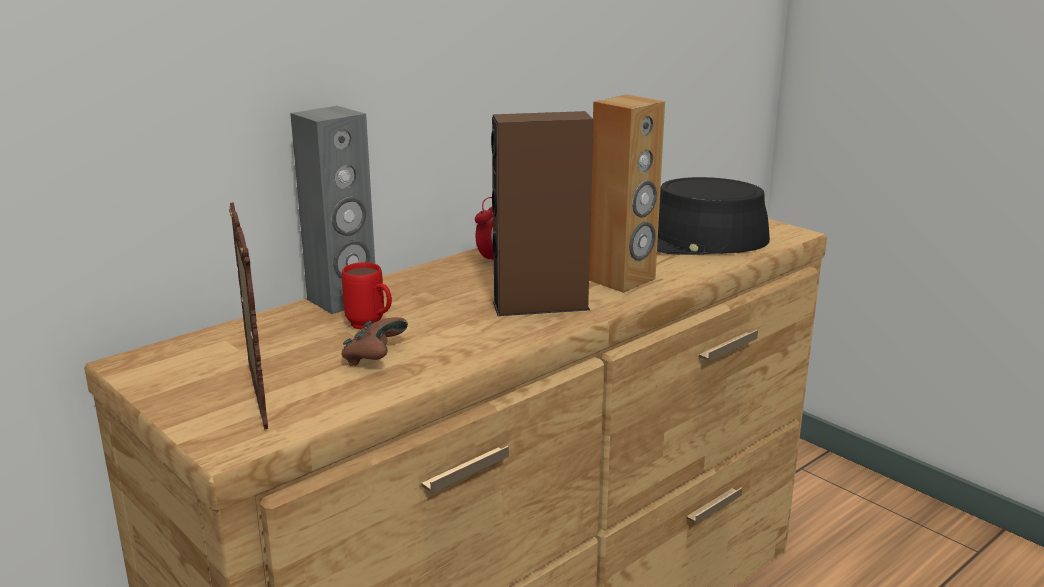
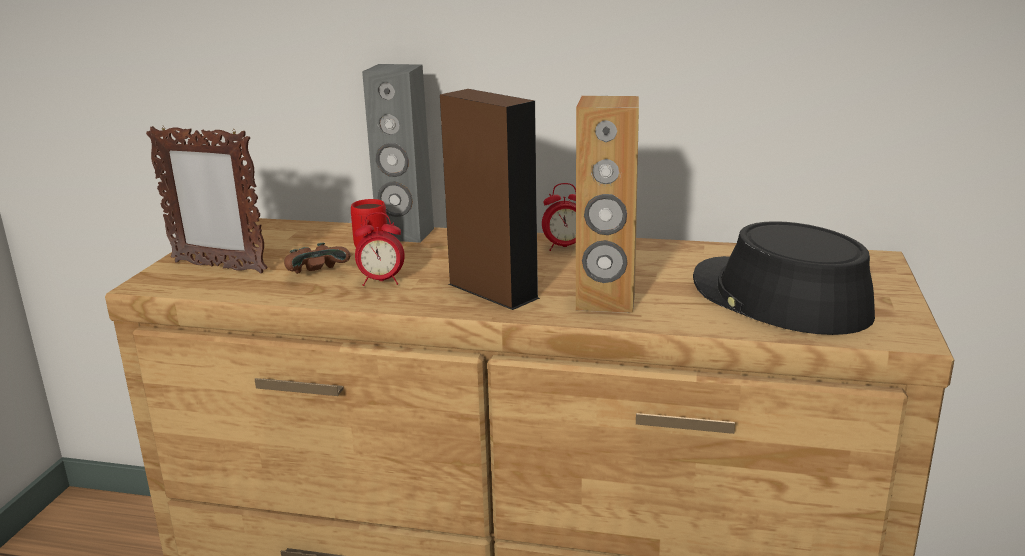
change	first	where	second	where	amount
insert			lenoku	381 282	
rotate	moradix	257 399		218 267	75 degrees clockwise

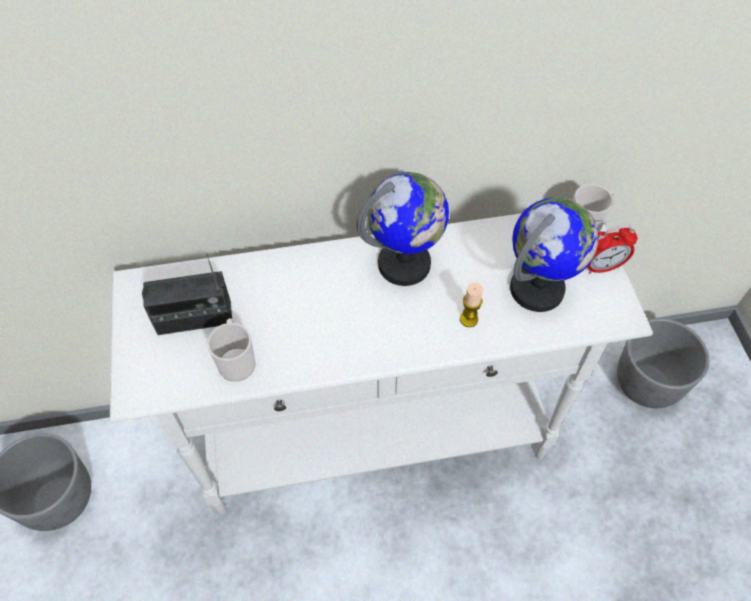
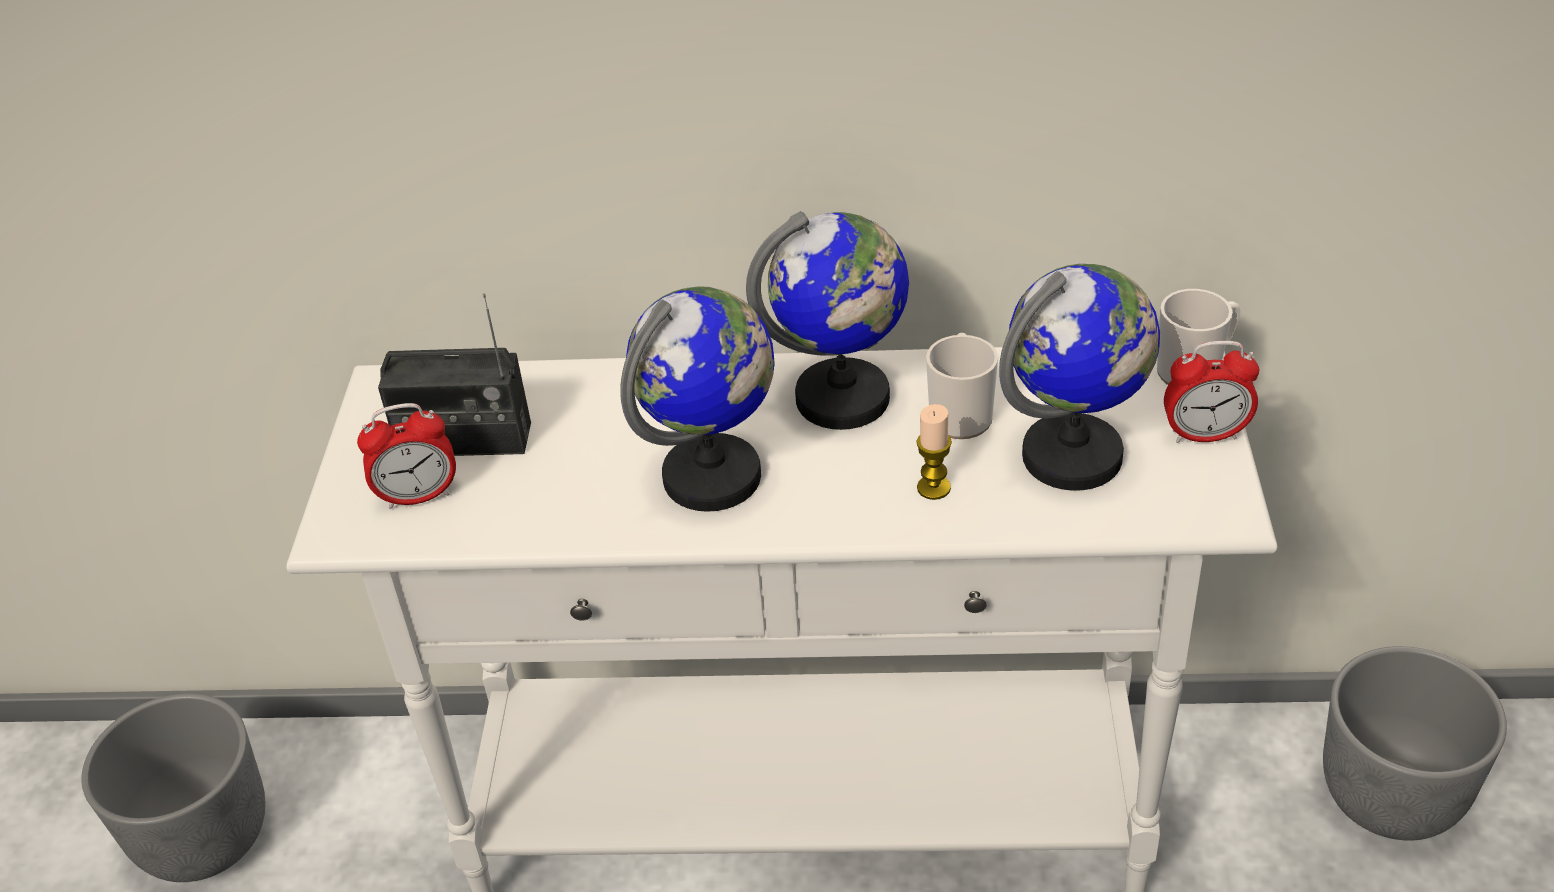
change	first	where	second	where	amount
insert			lenoku	418 496	
insert			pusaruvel	713 477	
move	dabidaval	236 361		960 413	

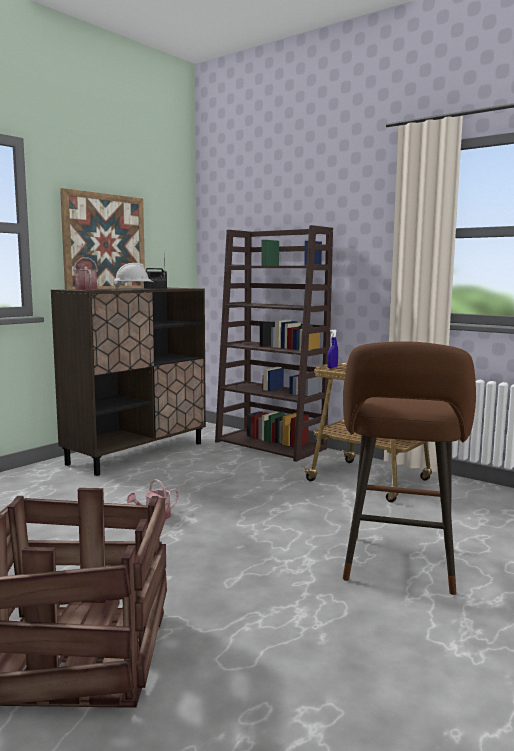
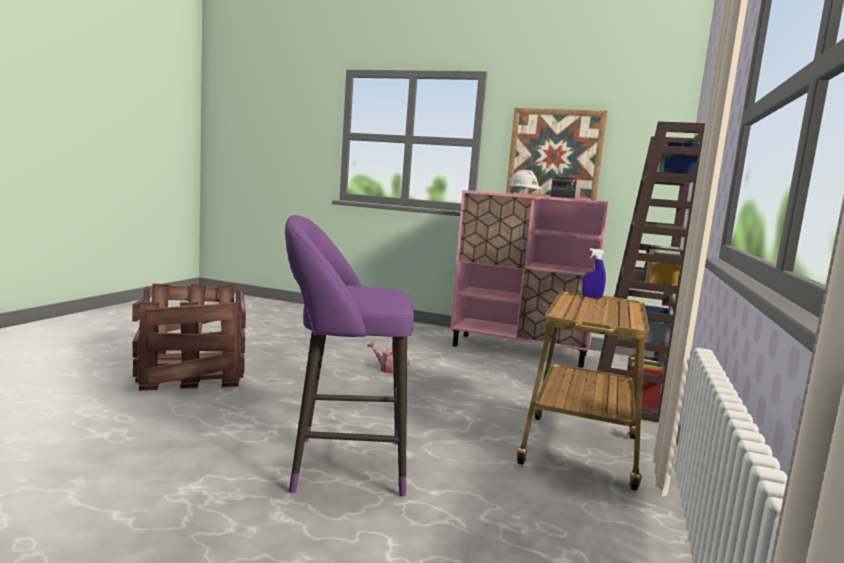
change	first	where	second	where	amount
delete	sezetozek	85 289			
recolor	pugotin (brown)	137 453	pugotin (pink)	520 350	
recolor	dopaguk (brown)	399 567	dopaguk (purple)	341 465	

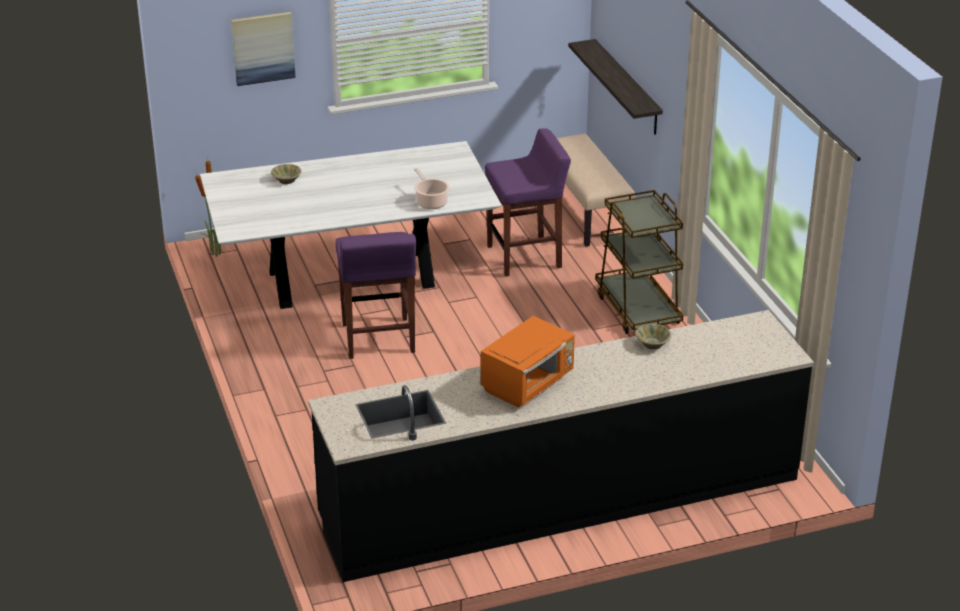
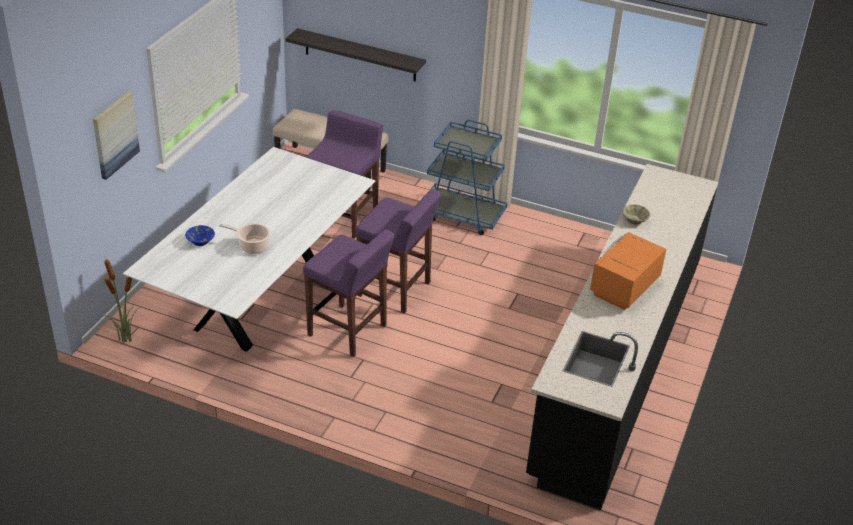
change	first	where	second	where	amount
insert			dopaguk (purple)	395 290	
move	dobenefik	430 202		252 246	
recolor	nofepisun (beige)	286 180	nofepisun (blue)	200 242	
recolor	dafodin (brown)	637 309	dafodin (blue)	462 215	
rotate	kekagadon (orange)	528 383		623 288	135 degrees counterclockwise

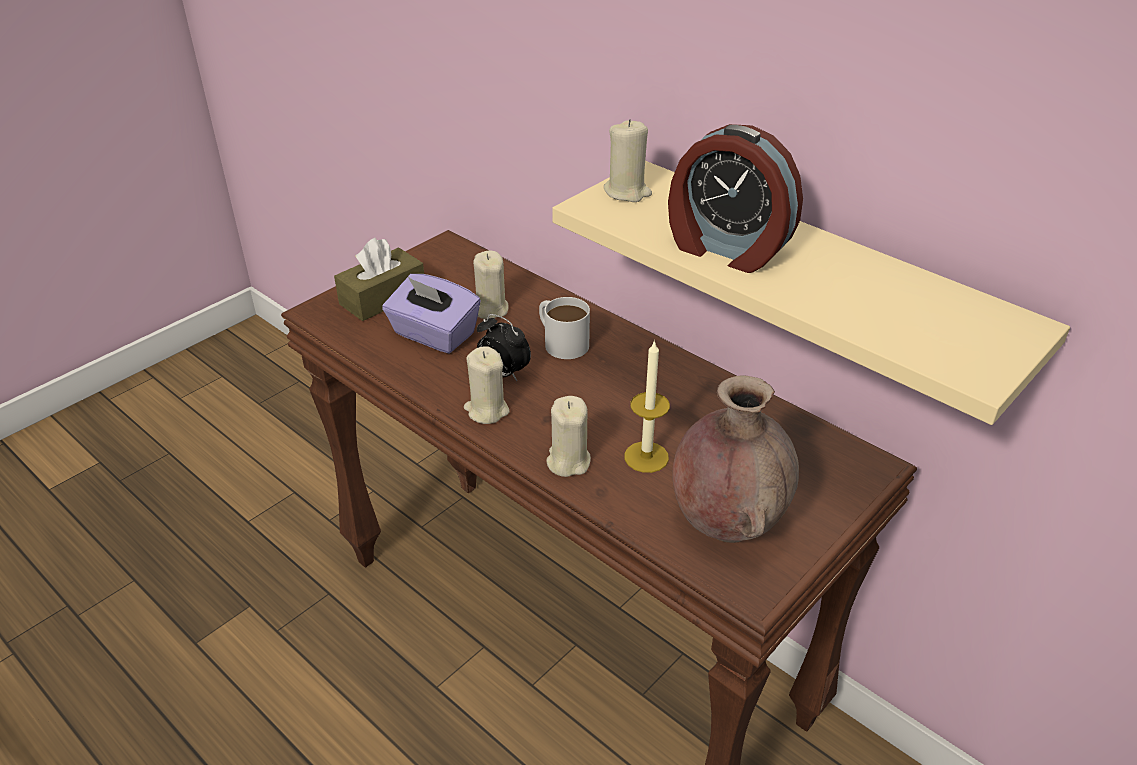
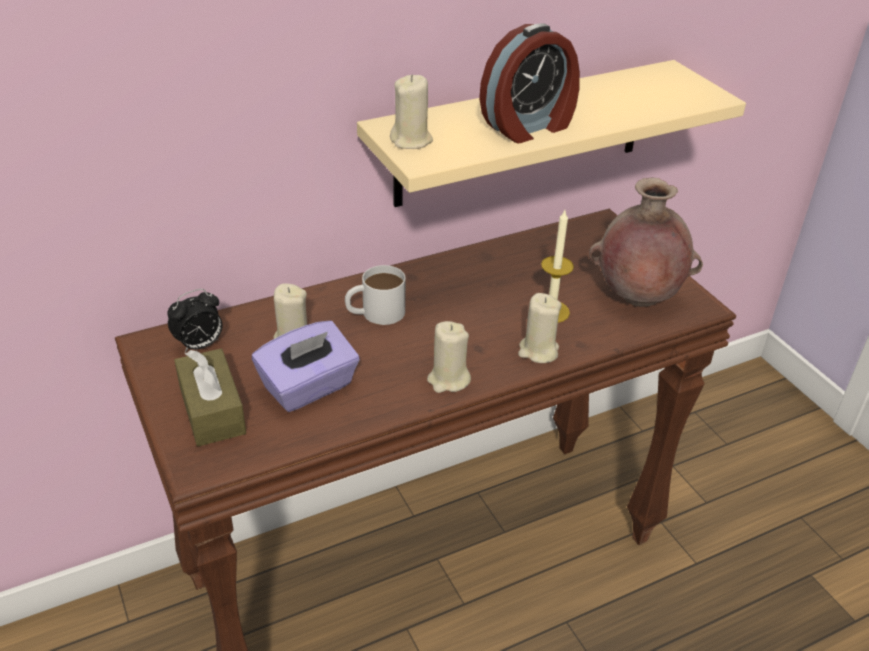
change	first	where	second	where	amount
move	lenoku	503 373		200 345	

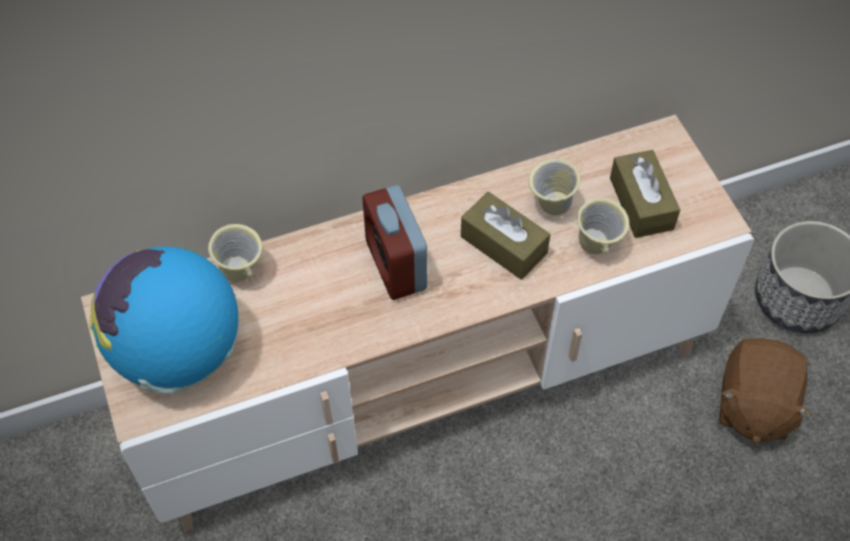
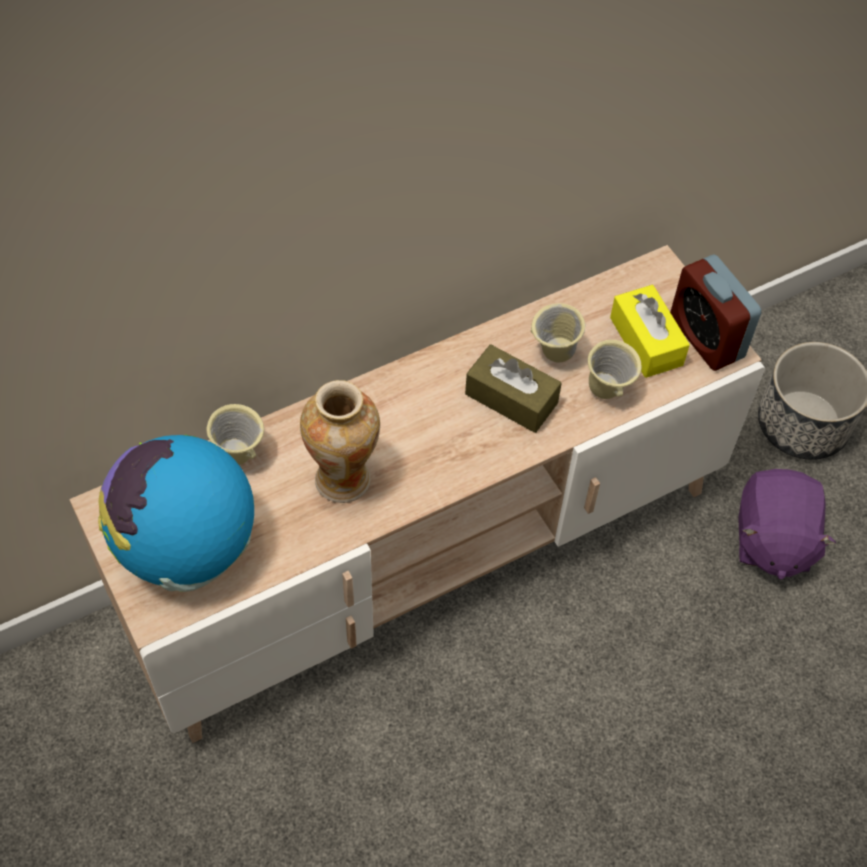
change	first	where	second	where	amount
insert			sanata	344 478	
move	lenoku	396 265		706 338	
recolor	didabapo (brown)	641 203	didabapo (yellow)	646 341	
recolor	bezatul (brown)	753 405	bezatul (purple)	772 540	

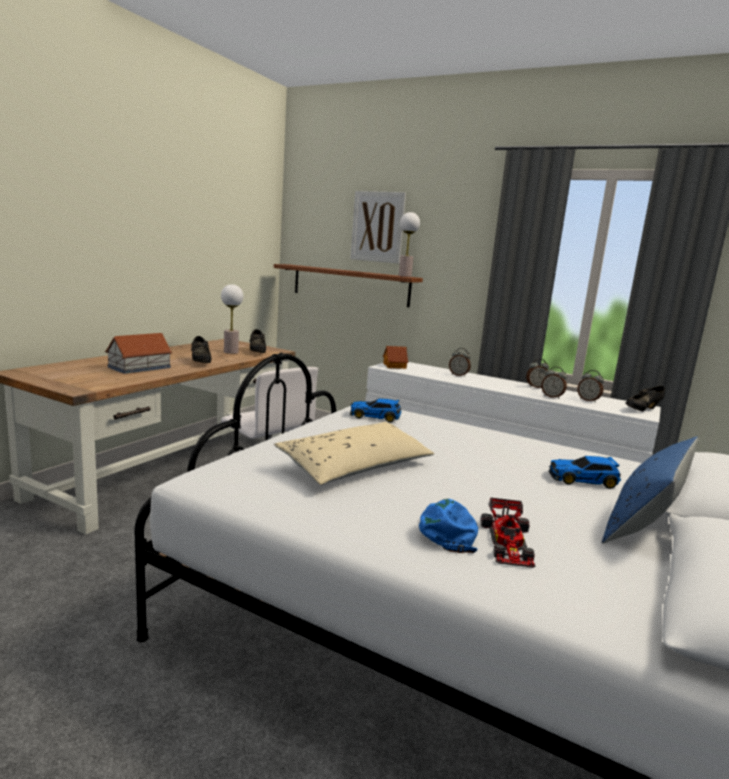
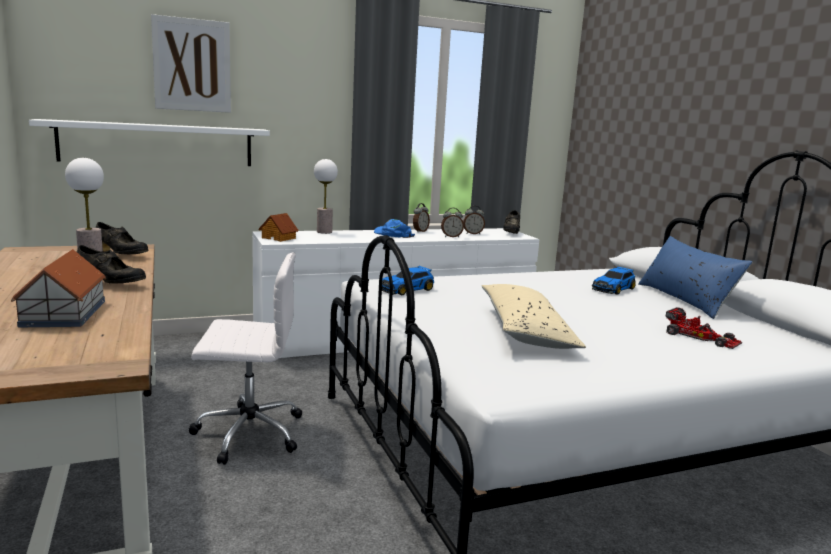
change	first	where	second	where	amount
delete	lenoku	458 375			
move	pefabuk	404 276		324 232	
move	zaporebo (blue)	446 530		393 234	
recolor	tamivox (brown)	350 285	tamivox (white)	158 144	

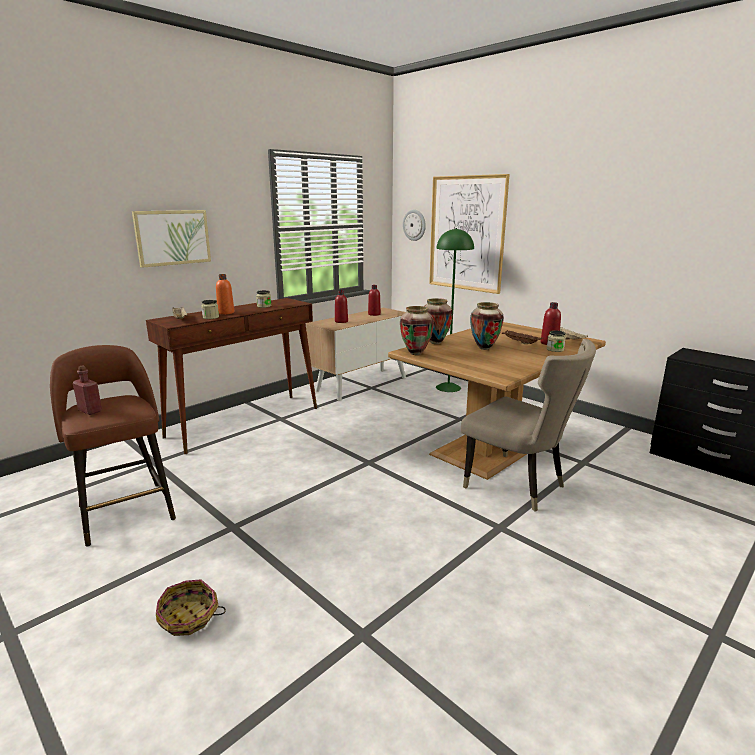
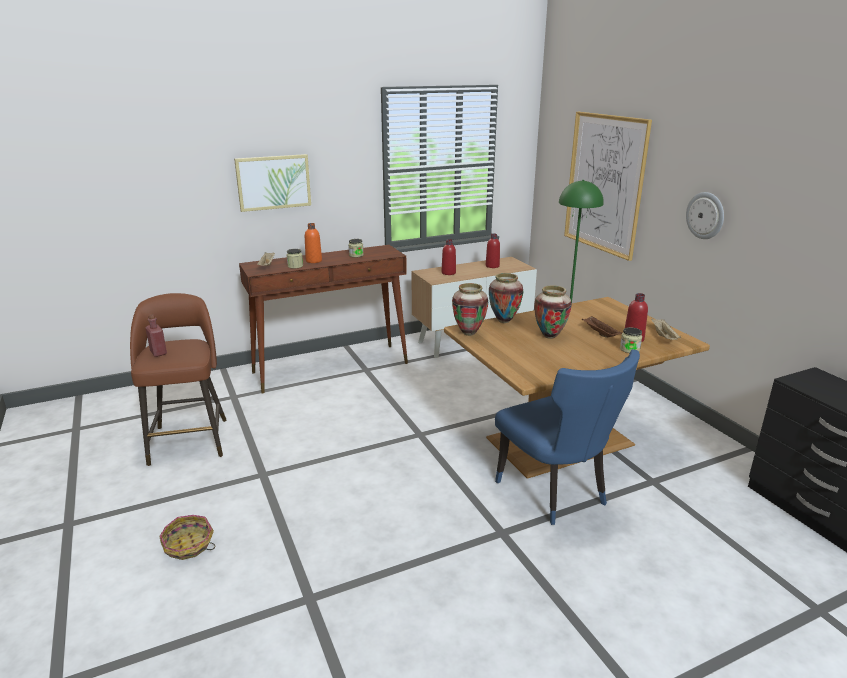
change	first	where	second	where	amount
move	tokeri	414 225		705 215	
recolor	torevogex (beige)	519 486	torevogex (blue)	555 493	

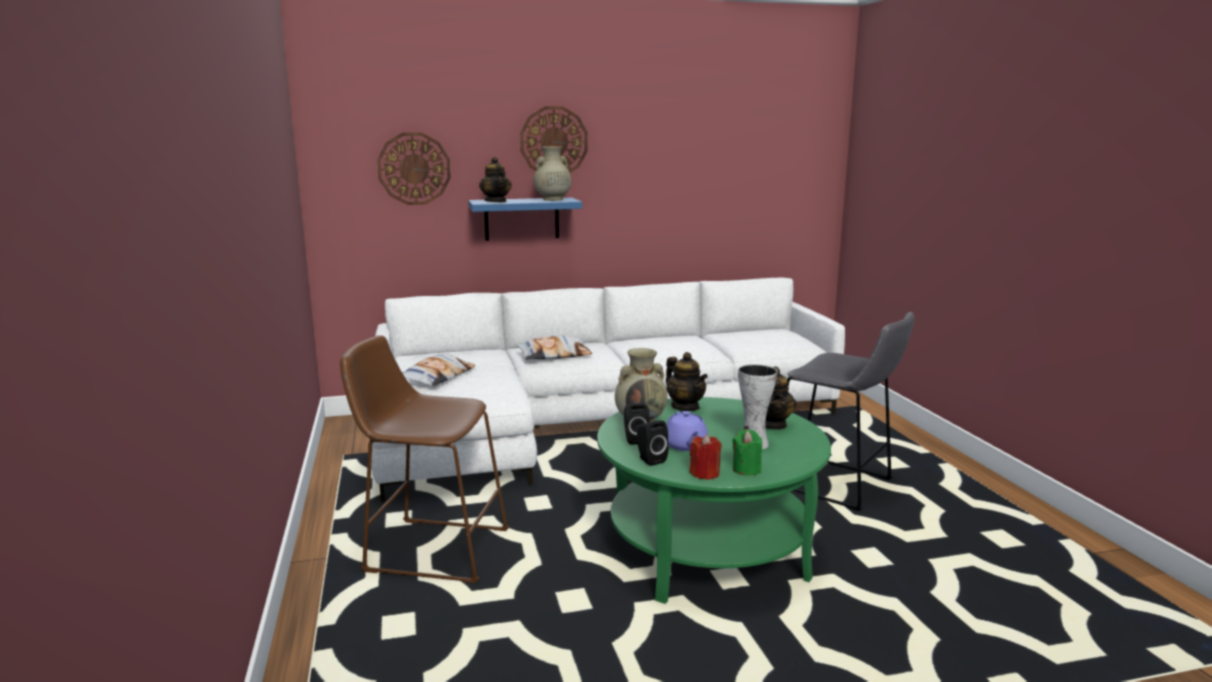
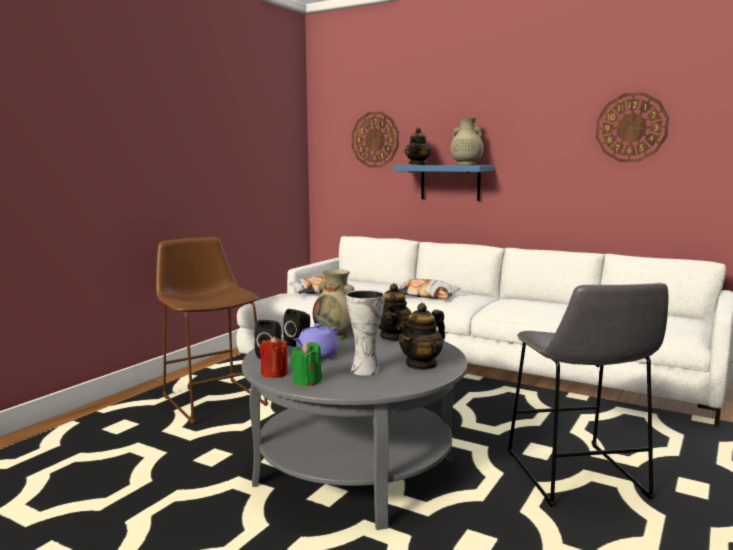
change	first	where	second	where	amount
move	tokeri	554 141		631 127	
recolor	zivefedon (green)	707 550	zivefedon (grey)	356 472	

